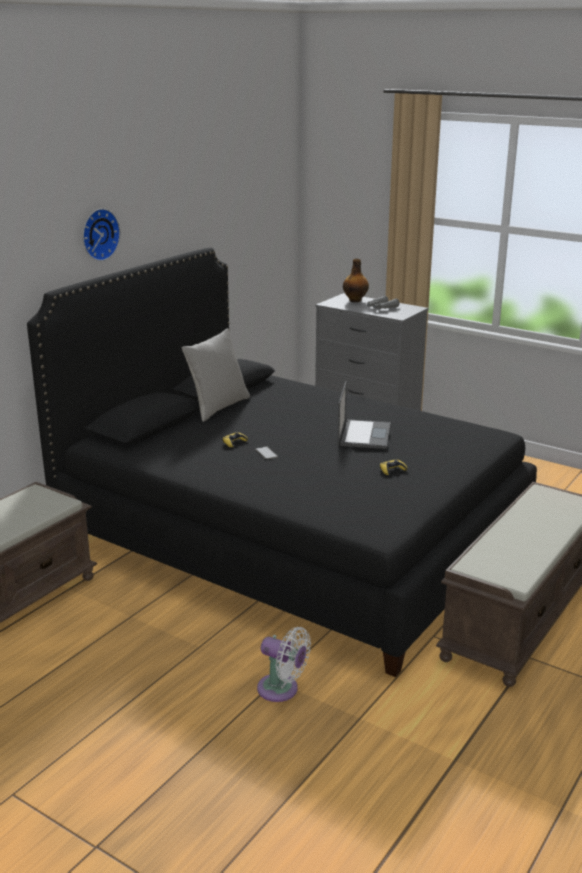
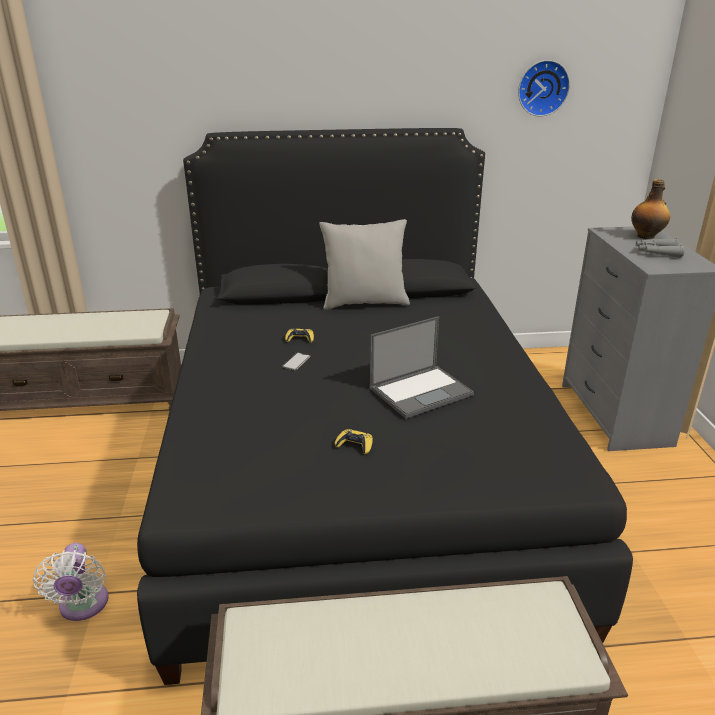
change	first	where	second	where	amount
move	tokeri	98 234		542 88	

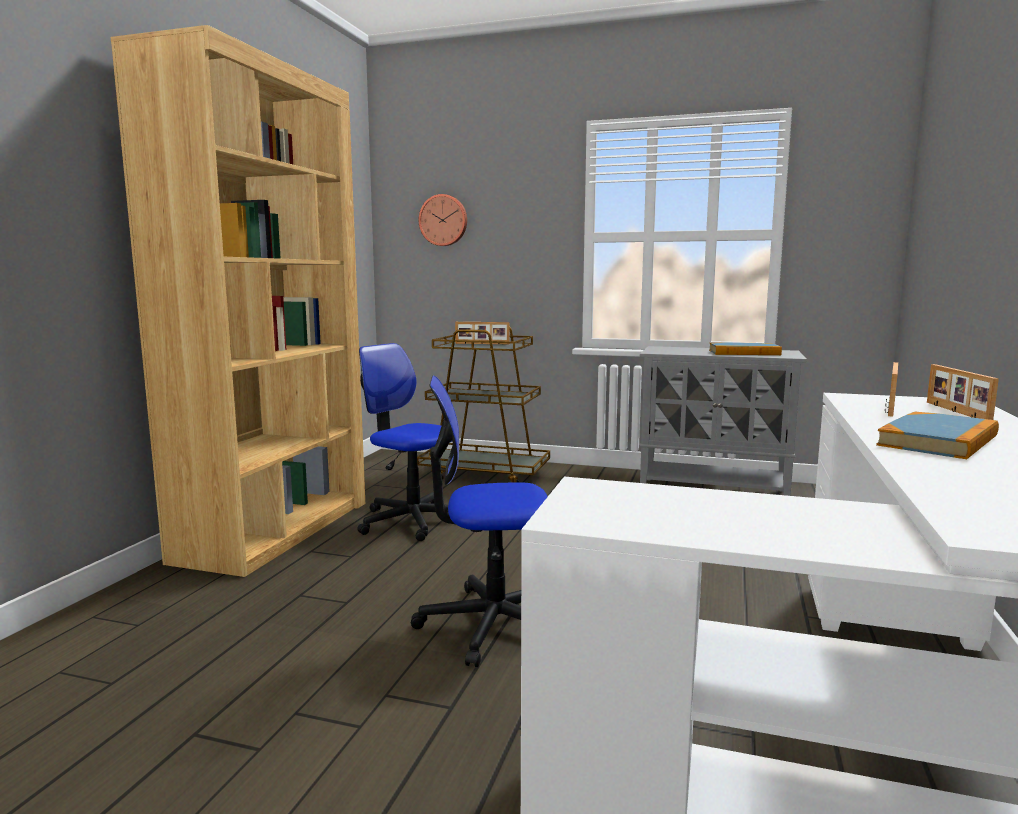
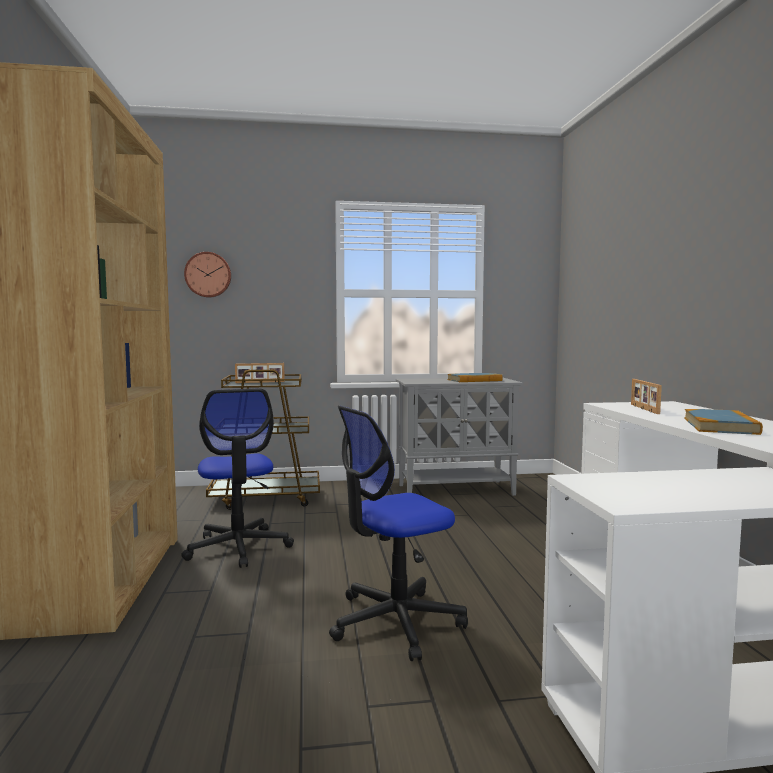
change	first	where	second	where	amount
delete	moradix	955 411			
rotate	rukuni	411 521		238 548	120 degrees counterclockwise

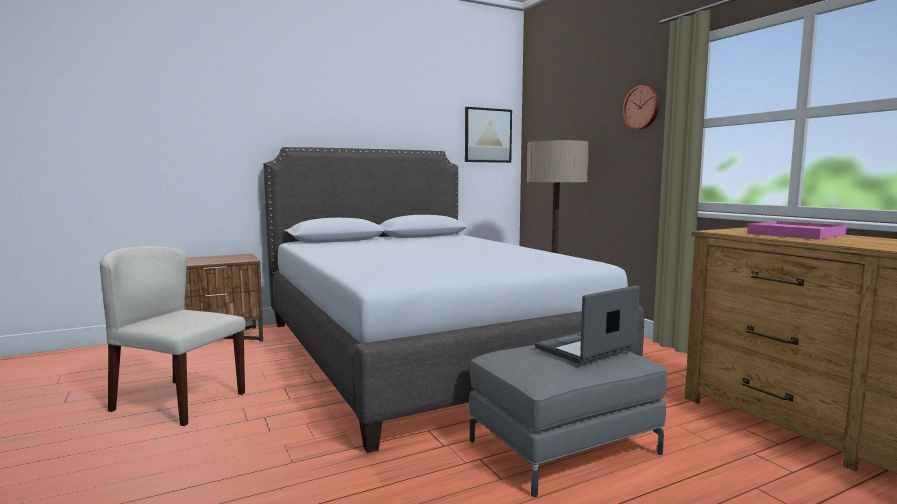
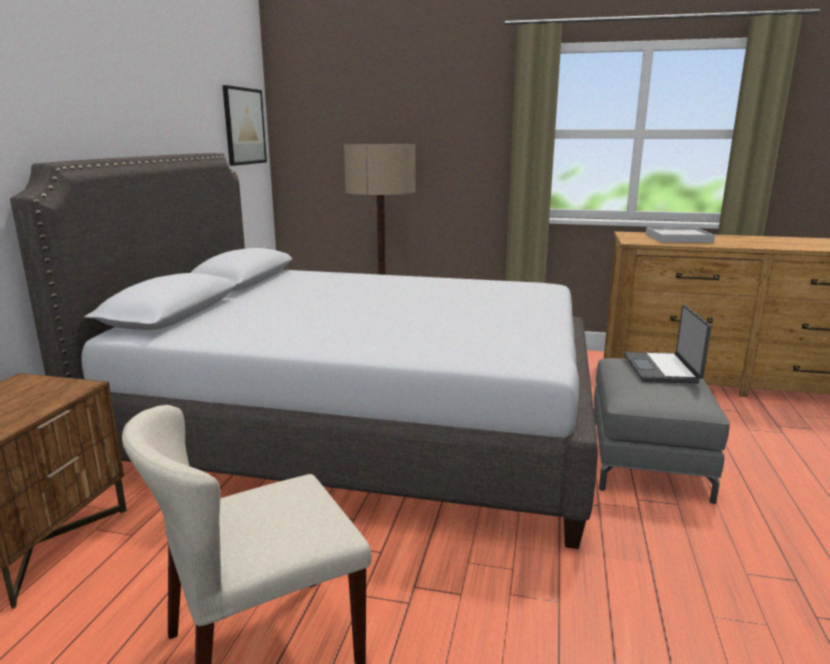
change	first	where	second	where	amount
delete	tokeri	642 107			
recolor	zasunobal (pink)	795 234	zasunobal (white)	678 238	

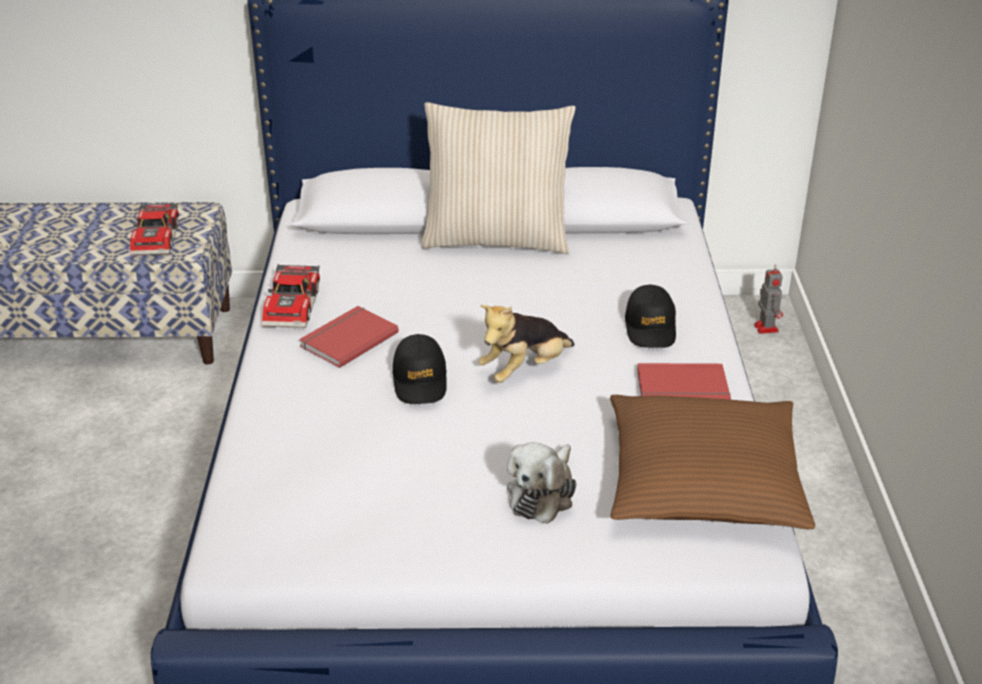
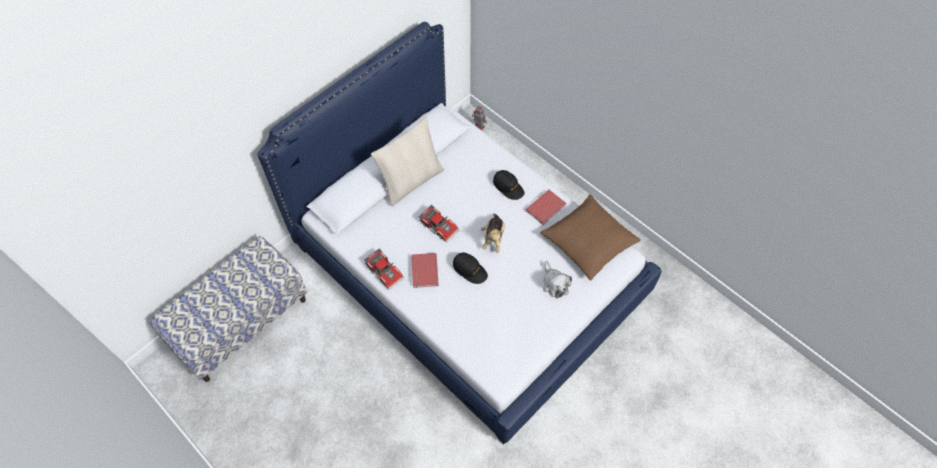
change	first	where	second	where	amount
move	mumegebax	158 238		440 225	

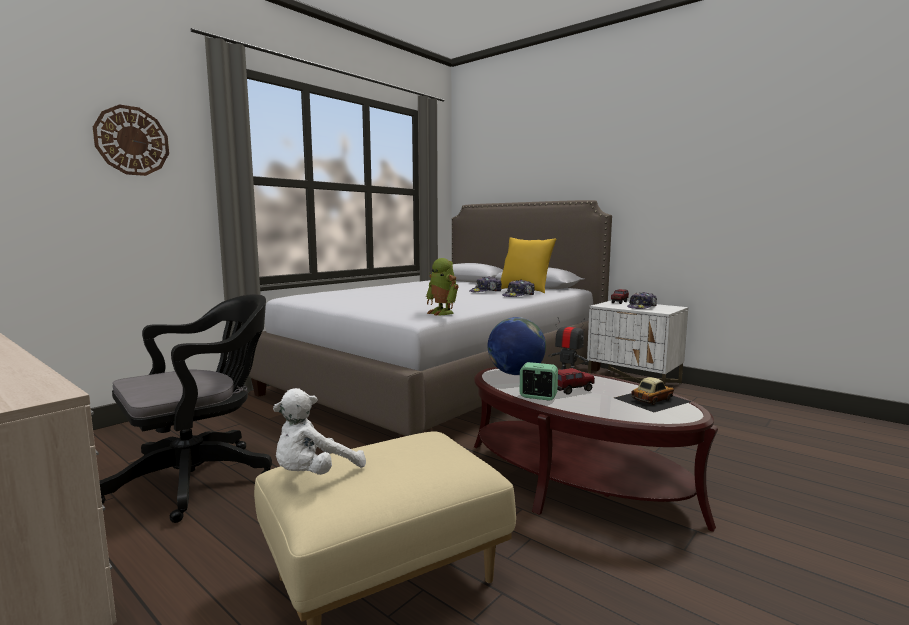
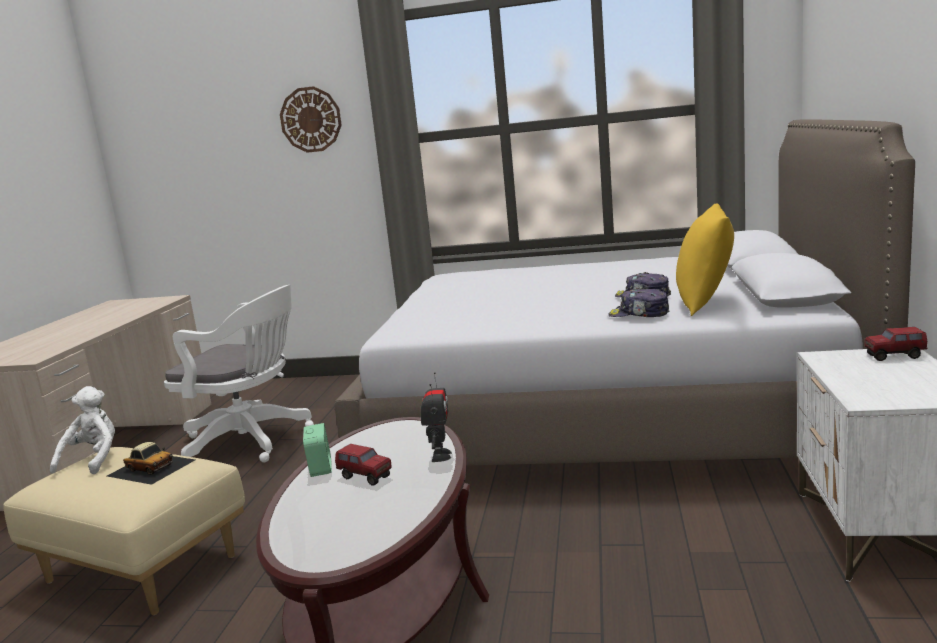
change	first	where	second	where	amount
delete	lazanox	443 313			
delete	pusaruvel	515 374			
delete	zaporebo	642 307			
move	mumegebax	651 399		151 467	
recolor	rukuni (black)	200 478	rukuni (white)	251 442	
rotate	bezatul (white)	314 474		93 460	90 degrees clockwise

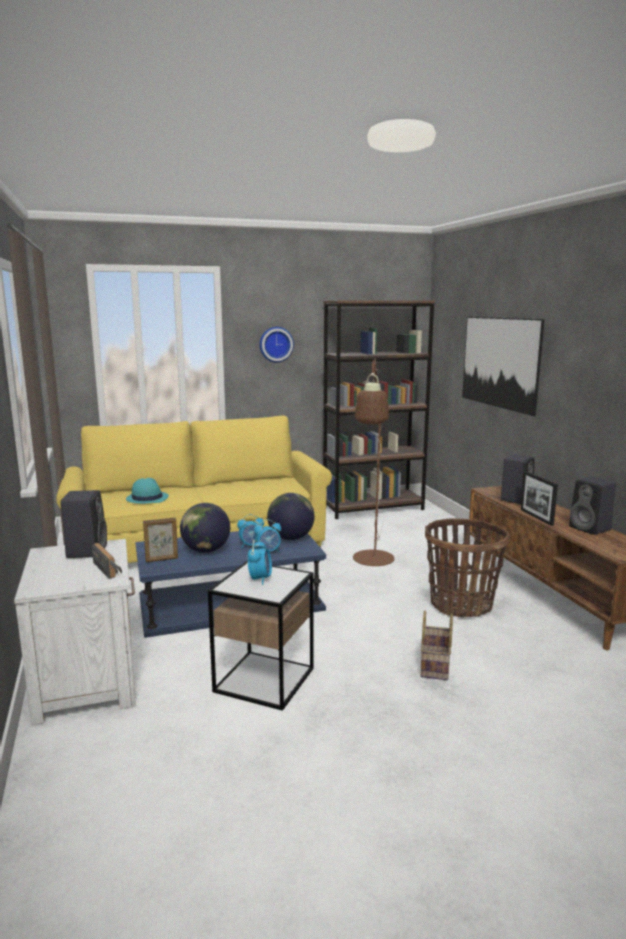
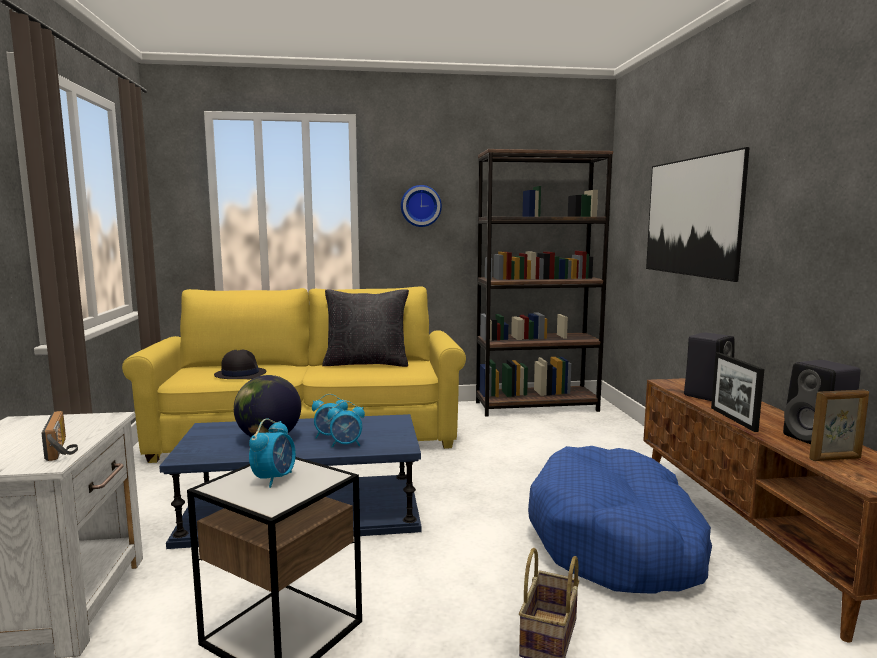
change	first	where	second	where	amount
delete	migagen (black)	87 551			
delete	pusaruvel	290 538			
delete	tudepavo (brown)	372 562			
insert			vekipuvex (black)	366 363	
move	moradix	162 560		835 459	
replace	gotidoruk	461 605	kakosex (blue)	616 541	
recolor	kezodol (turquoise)	147 498	kezodol (black)	240 374	

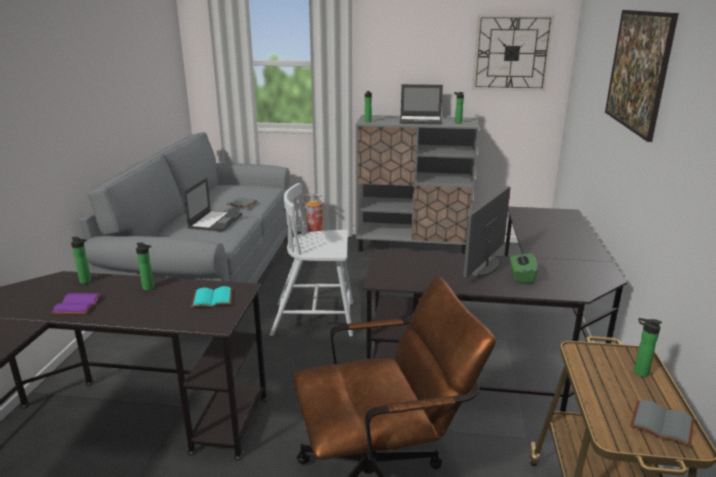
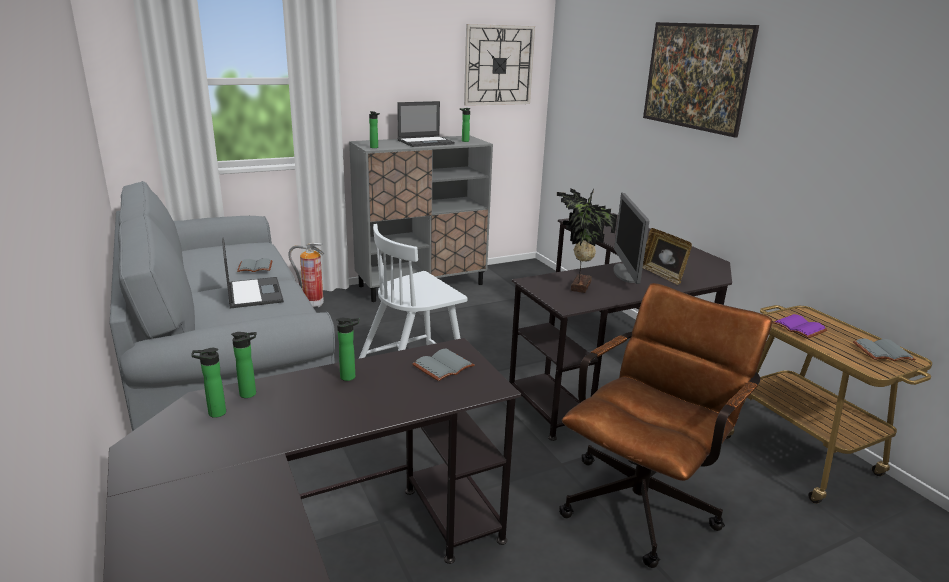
change	first	where	second	where	amount
insert			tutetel	578 286	
move	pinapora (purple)	79 305		800 328	
move	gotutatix	638 372		214 413	
replace	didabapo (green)	521 277	moradix	662 275	
recolor	pinapora (turquoise)	213 298	pinapora (grey)	443 365	

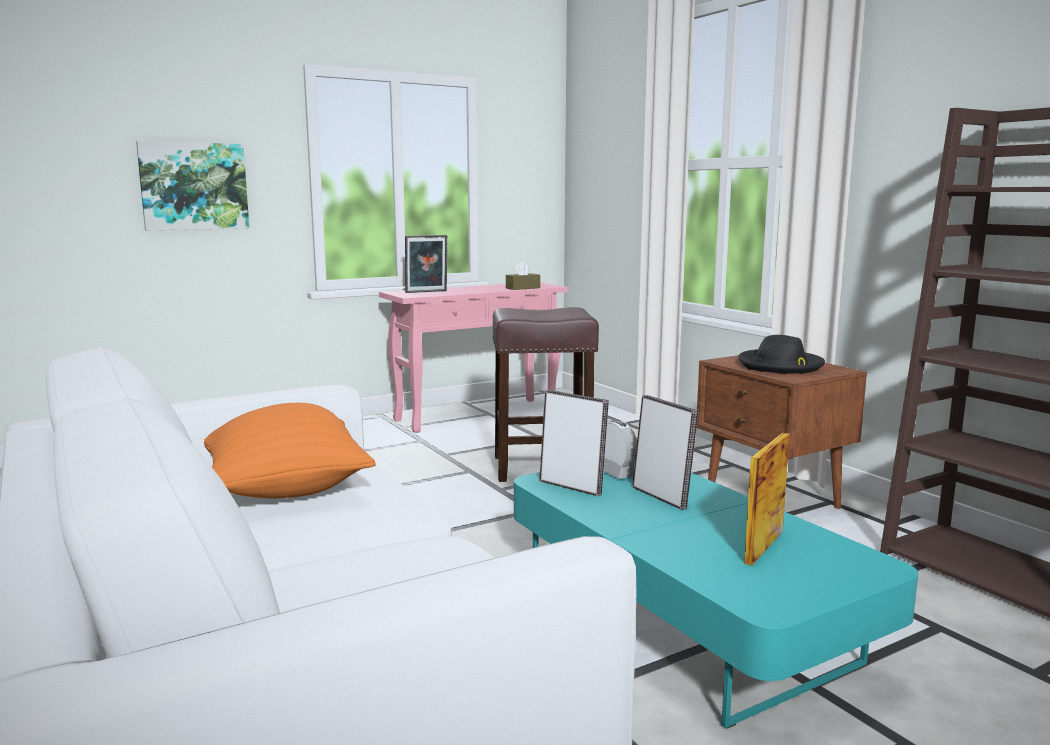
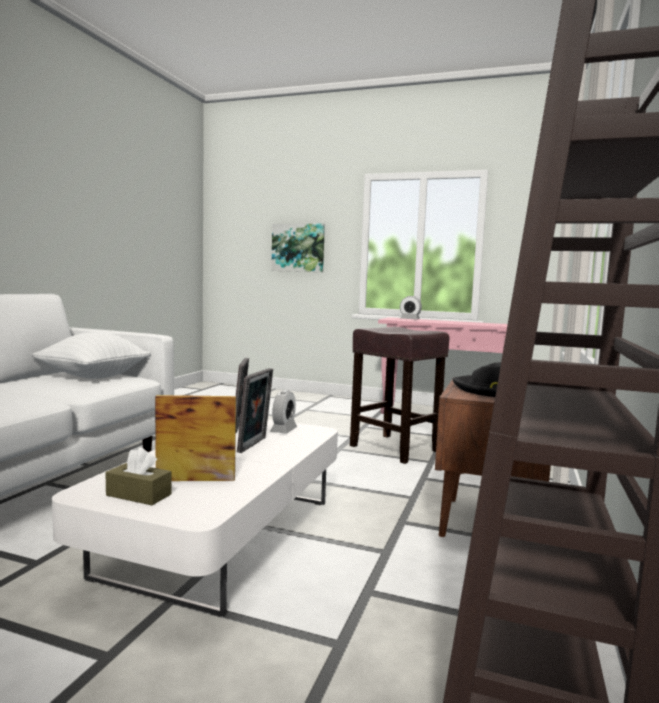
change	first	where	second	where	amount
move	didabapo (brown)	522 288		138 495	
replace	moradix	427 292	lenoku	410 319	
recolor	vekipuvex (orange)	287 490	vekipuvex (white)	94 376	
recolor	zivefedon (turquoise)	683 619	zivefedon (white)	223 536	

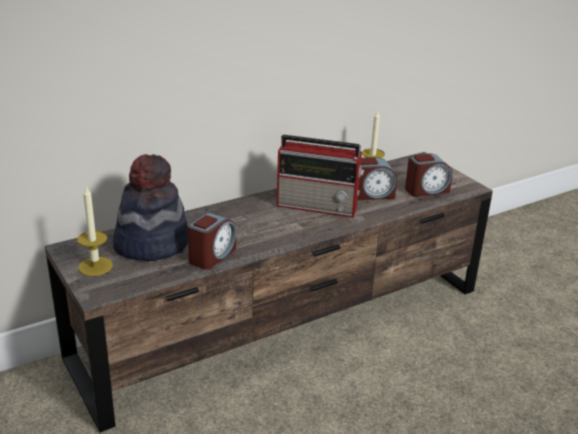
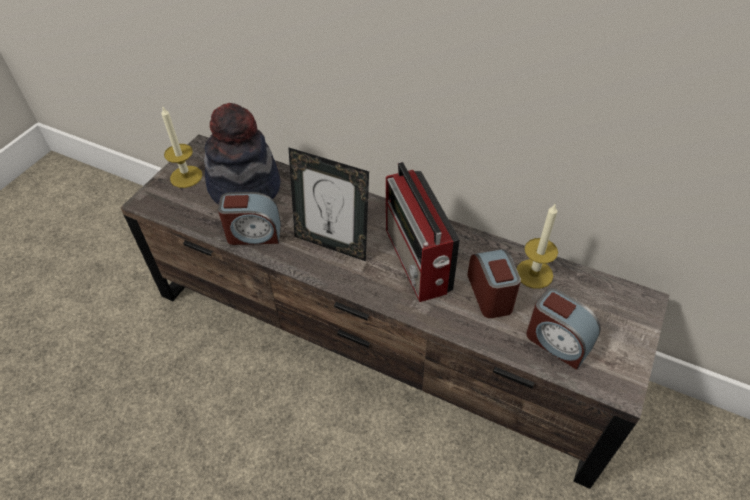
change	first	where	second	where	amount
insert			moradix	332 244	
rotate	lenoku	371 194		490 294	150 degrees counterclockwise

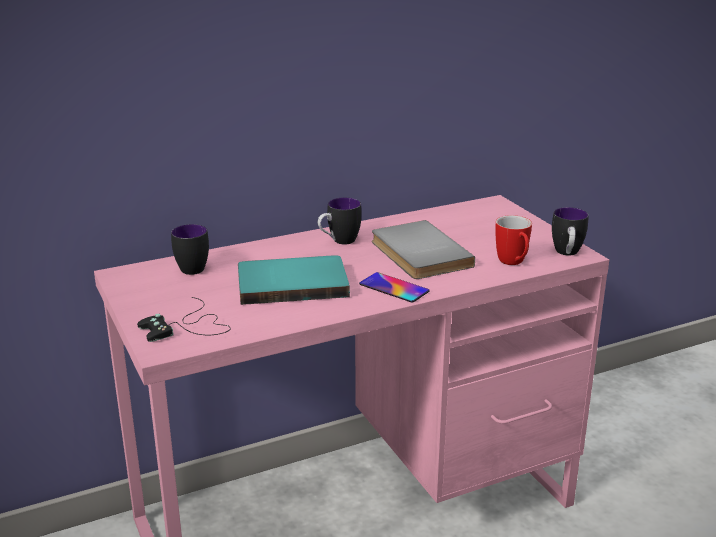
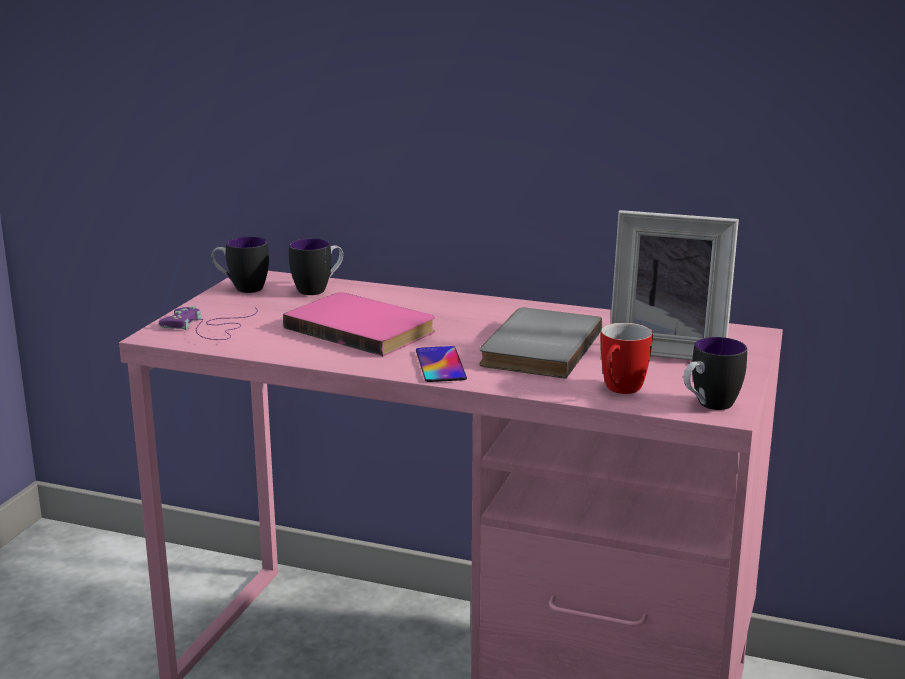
change	first	where	second	where	amount
insert			moradix	669 349	
move	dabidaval	339 242		241 288	
recolor	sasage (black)	188 327	sasage (purple)	209 328	
recolor	pinapora (turquoise)	292 283	pinapora (pink)	363 328	

